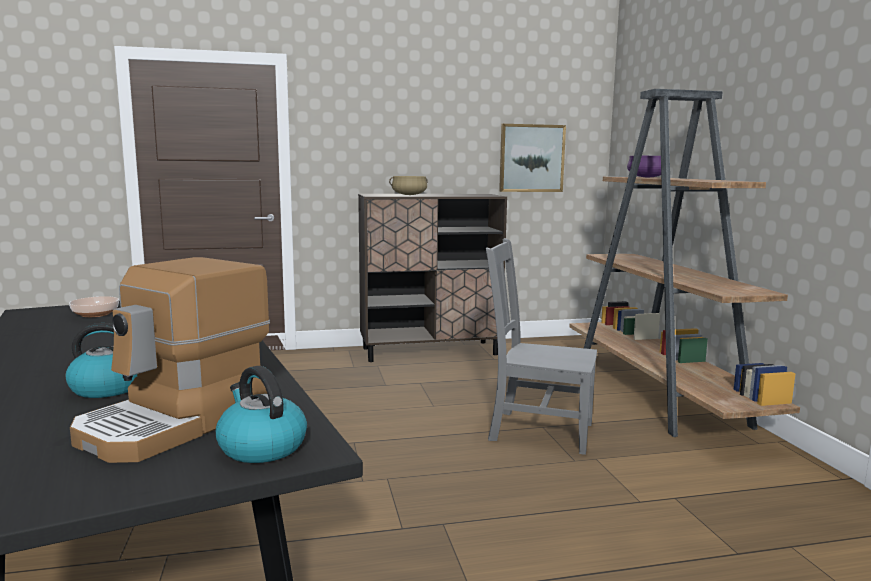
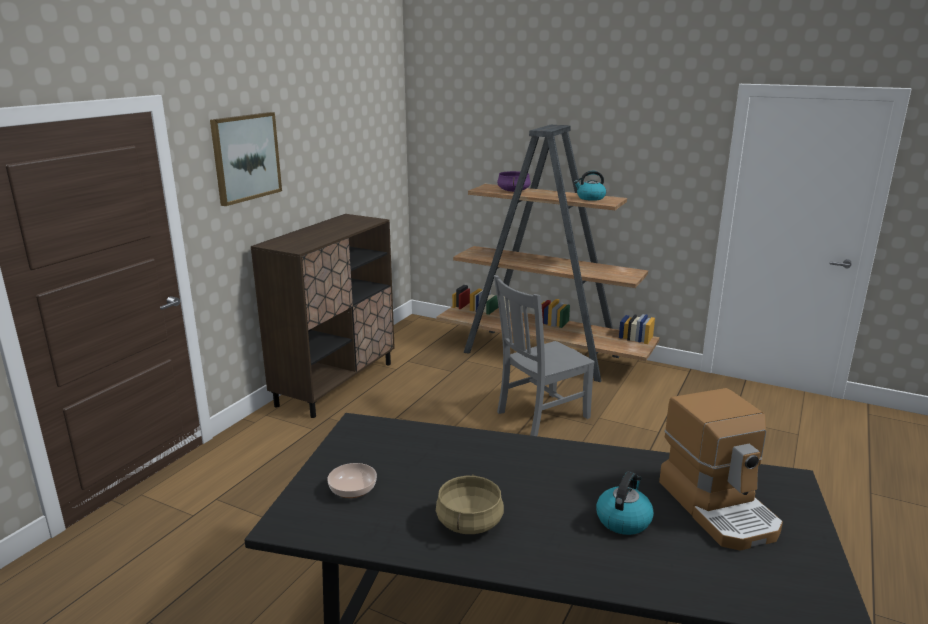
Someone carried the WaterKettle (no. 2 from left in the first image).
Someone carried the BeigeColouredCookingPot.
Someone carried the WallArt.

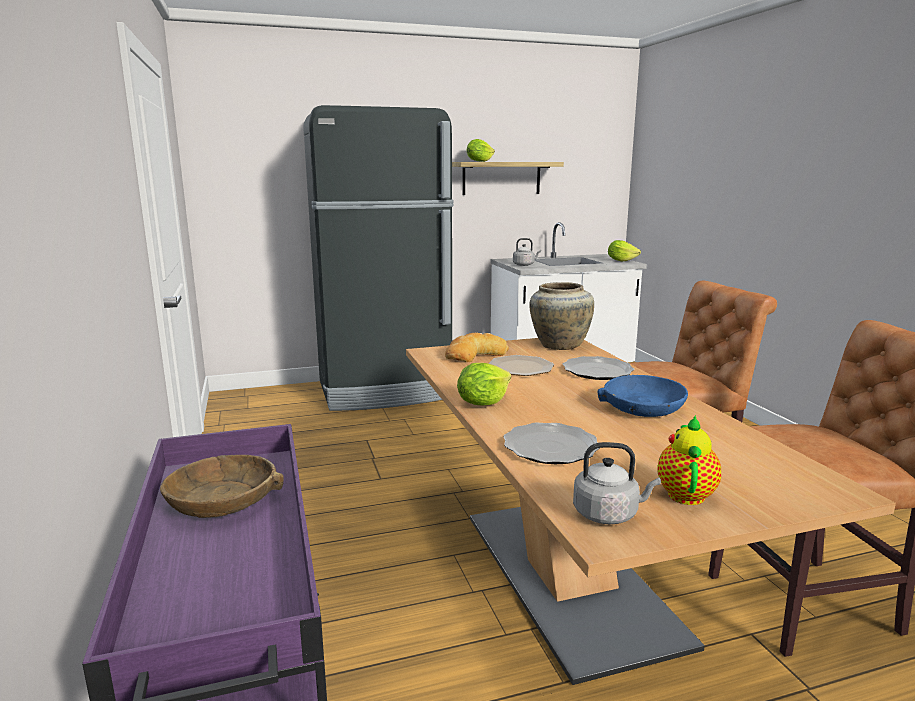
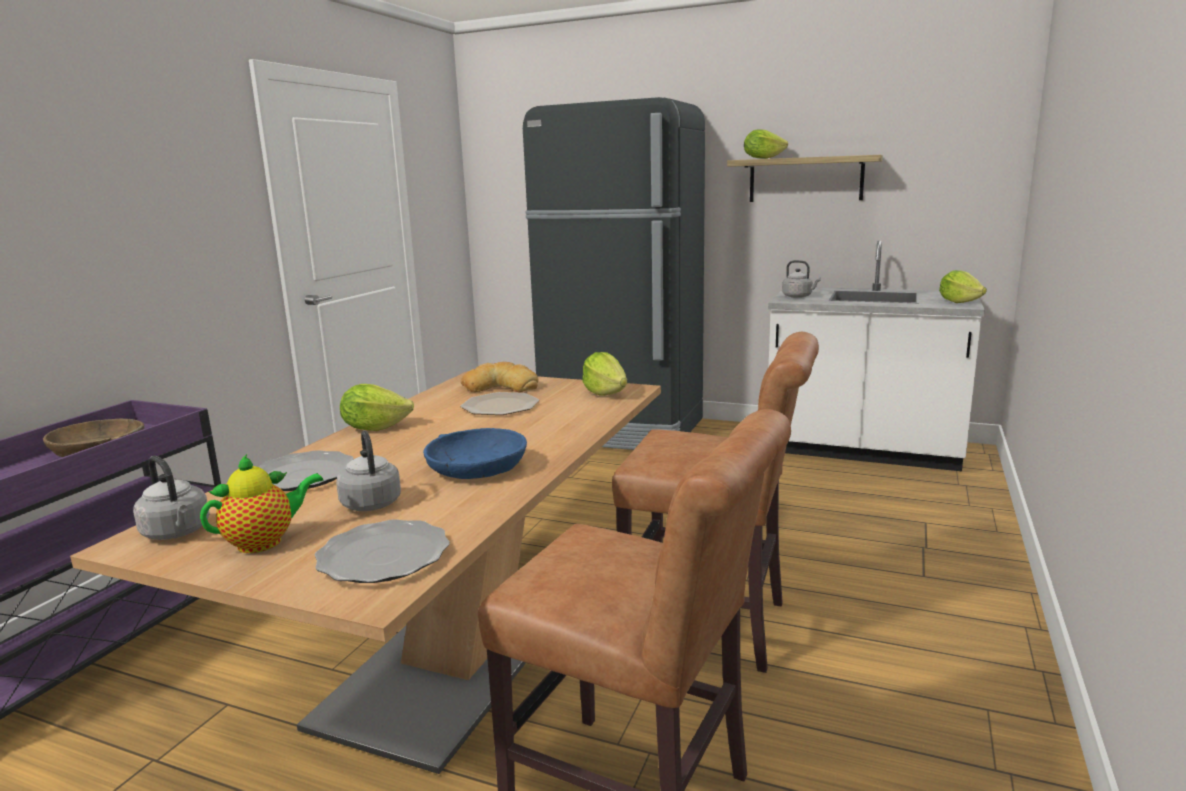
Someone put down the GreyishWaterKettle (no. 2 from left).
Someone carried the FlatDish (no. 3 from left in the first image).
Someone swapped the BeigeColouredDecorativeVase for the LettuceHead (no. 2 from left).

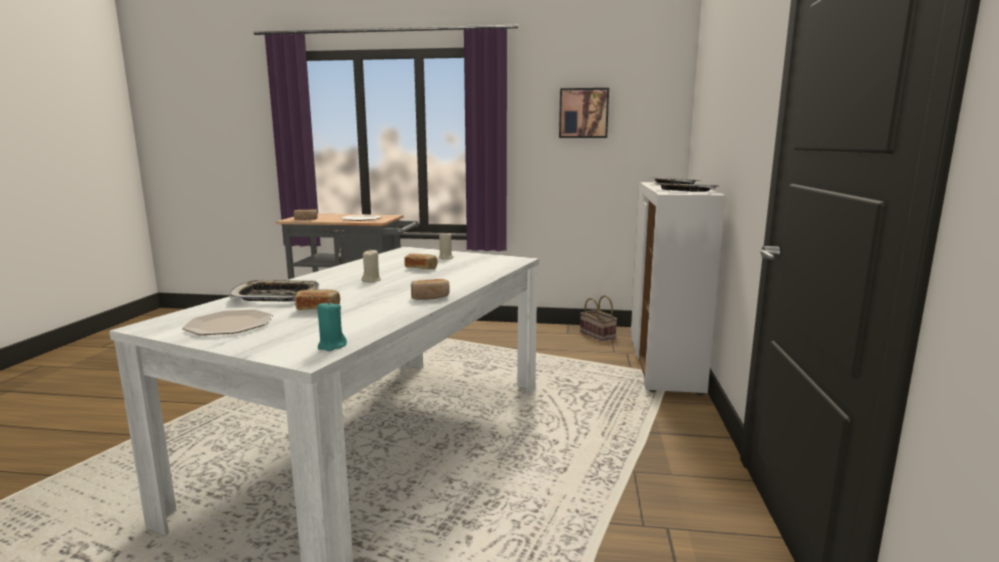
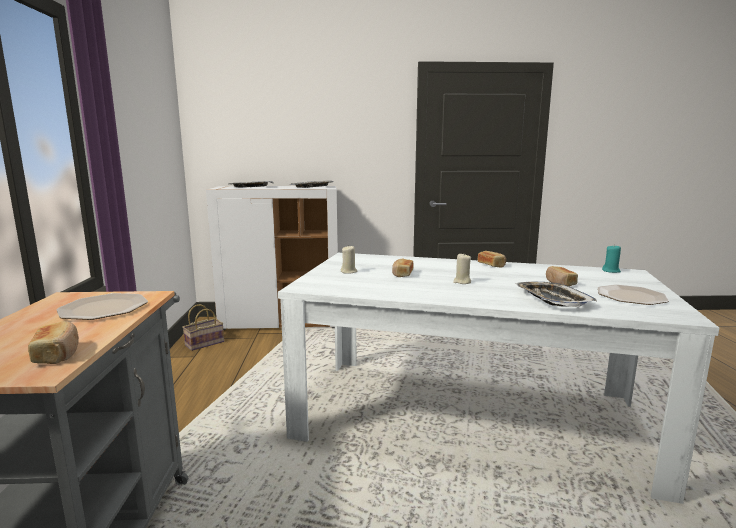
Someone took away the WallArt.

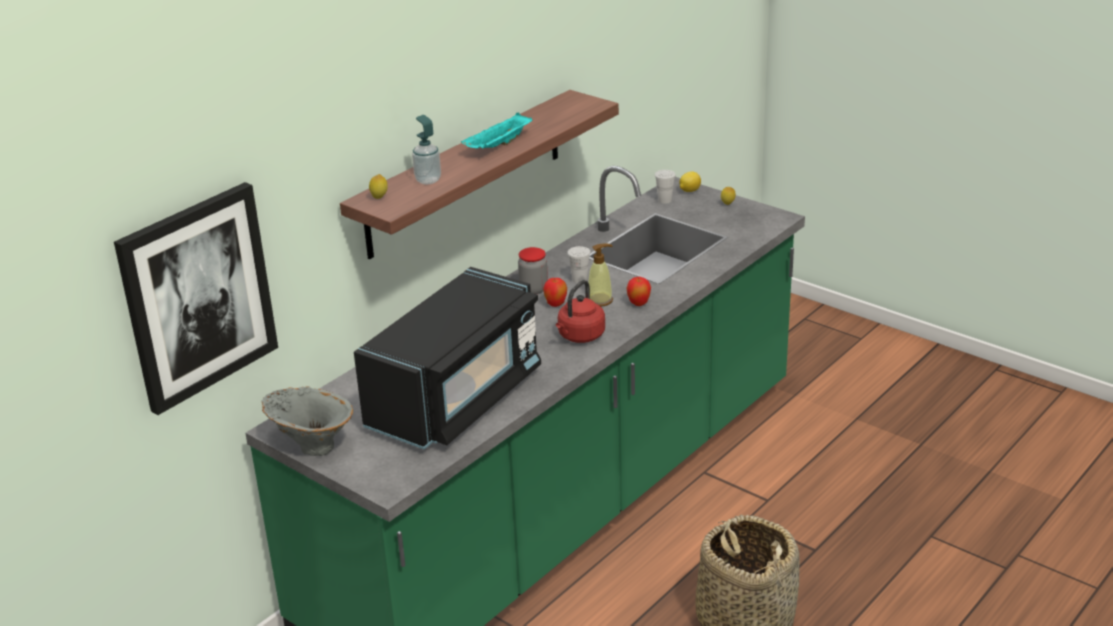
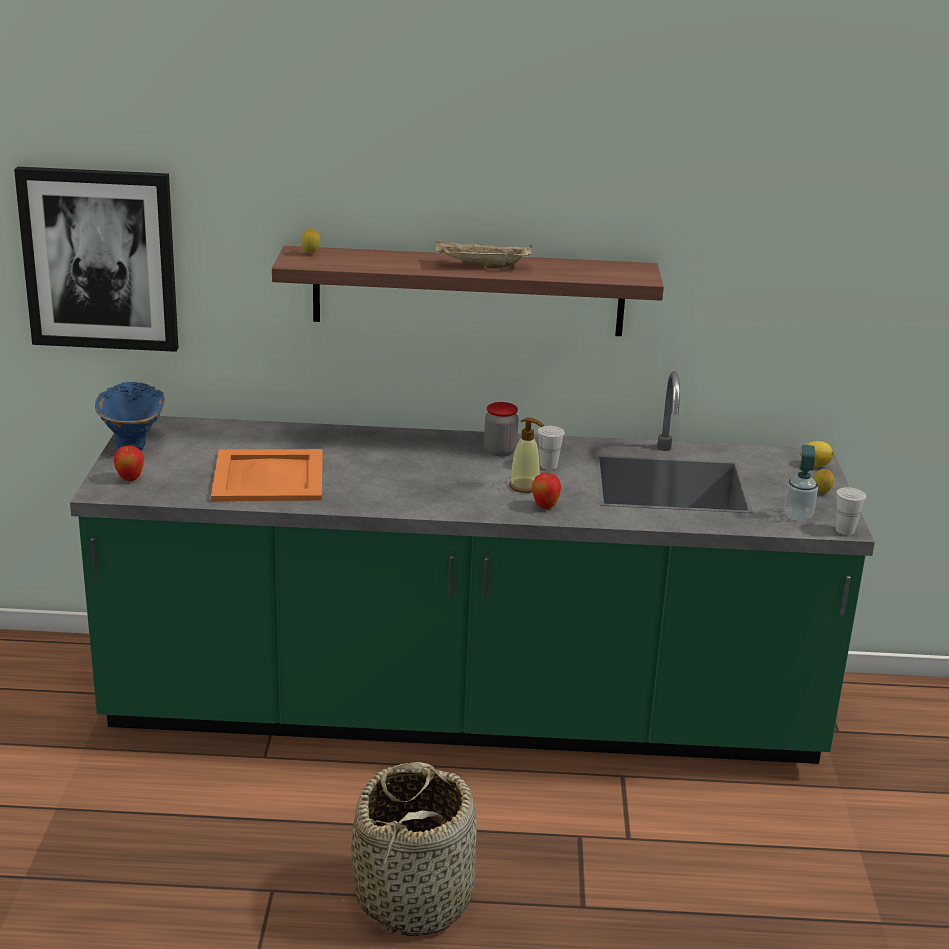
Someone took away the RedWaterKettle.
Someone carried the SoapDispenser (no. 1 from left in the first image).
Someone carried the WholeApple (no. 1 from left).
Someone carried the WhiteDrinkingCup (no. 2 from left).
Someone swapped the BlackKitchenMicrowave for the OrangeColouredServingTray.
Someone repainted the GreyishDecorativeVase, which became the BluishDecorativeVase.
Someone repainted the TurquoiseServingTray, which became the BeigeColouredServingTray.

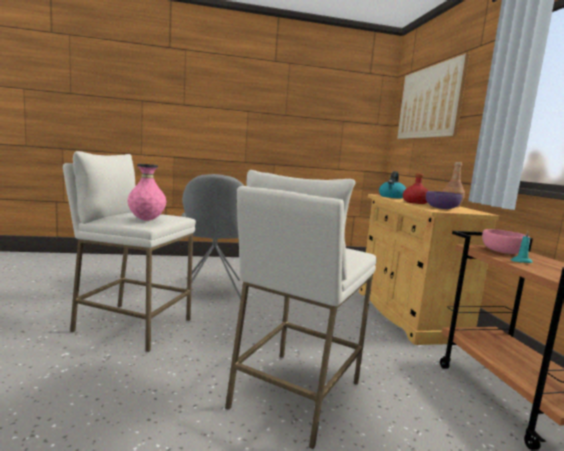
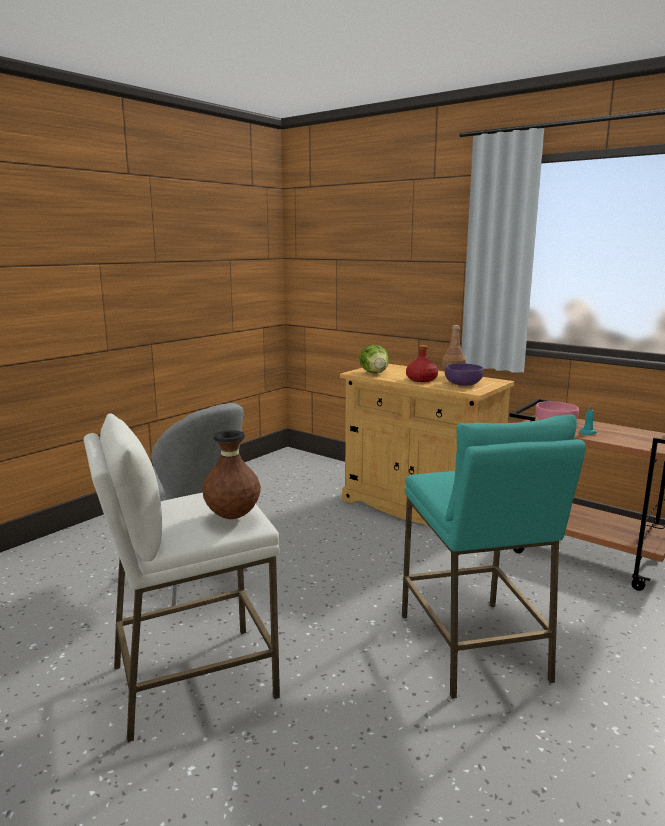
Someone took away the WallArt.
Someone swapped the WaterKettle for the LettuceHead.
Someone repainted the PinkishDecorativeVase, which became the BrownDecorativeVase.
Someone repainted the WhiteStool (no. 2 from left), which became the TurquoiseStool.

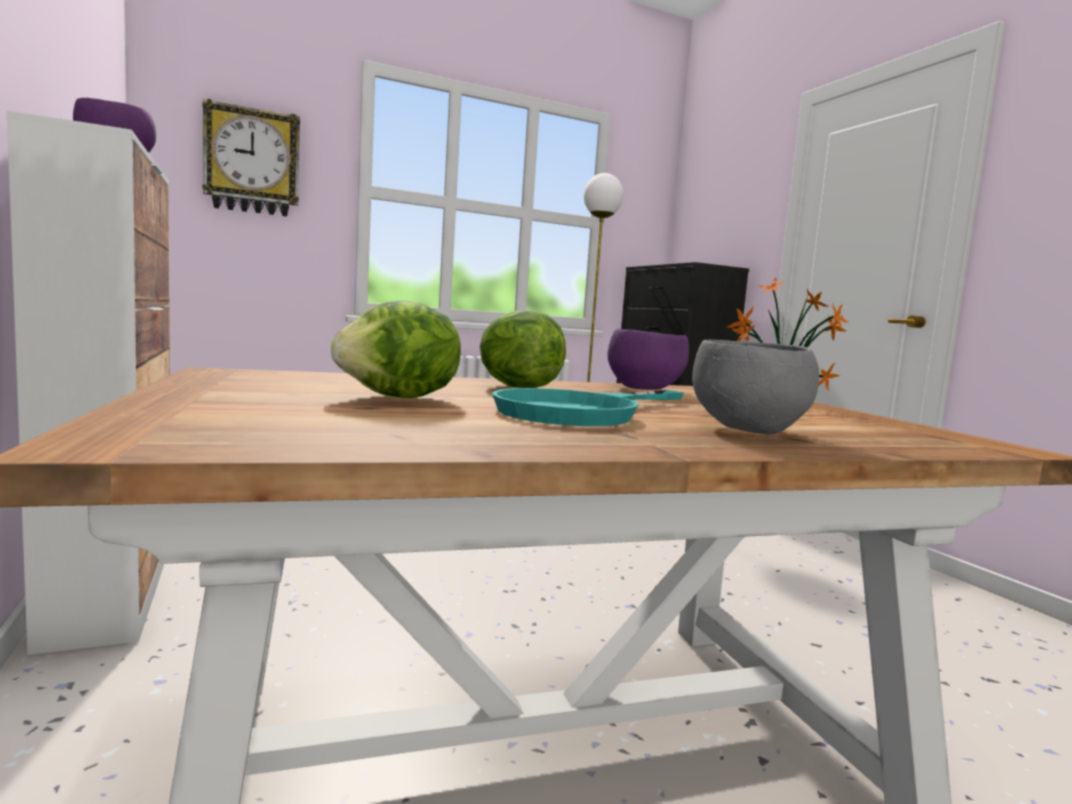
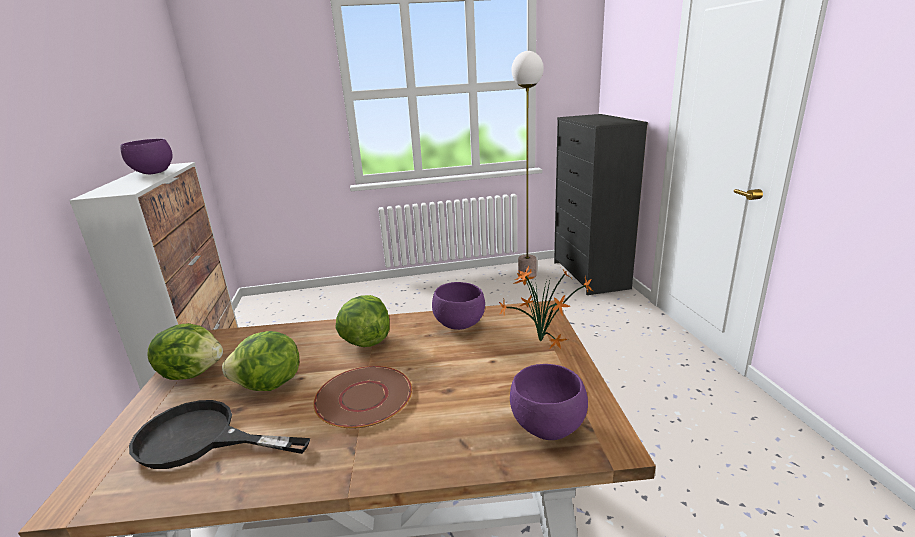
Someone took away the WallClock.
Someone took away the GreyishDeepDish.
Someone put down the BlackSkillet.
Someone put down the LettuceHead (no. 1 from left).
Someone put down the PurpleDeepDish (no. 3 from left).
Someone swapped the TurquoiseSkillet for the BrownFlatDish.

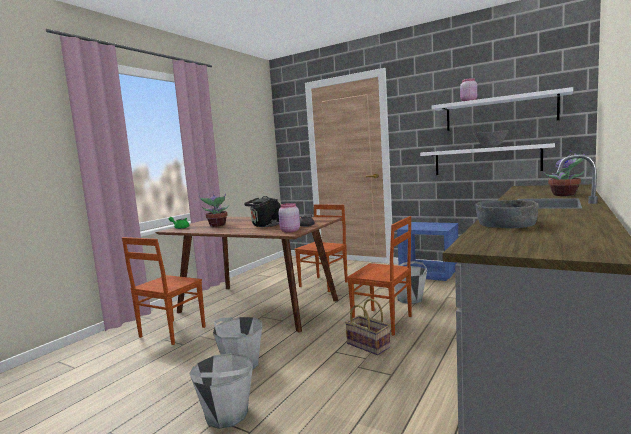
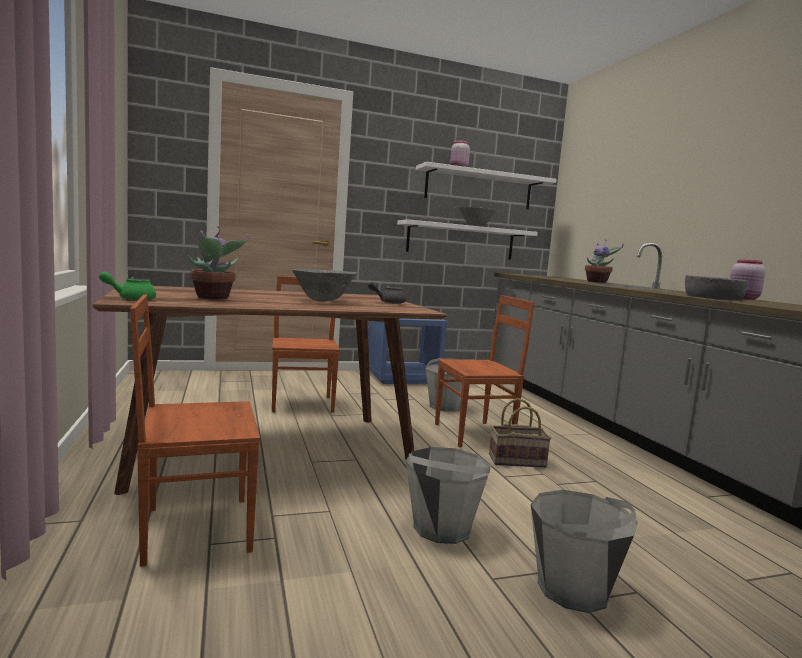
Someone carried the PinkishJar (no. 1 from left in the first image).
Someone swapped the BlackWaterKettle for the GreyishDeepDish (no. 1 from left).
Someone rotated the BrownPlainChair (no. 1 from left) by 90 degrees clockwise.

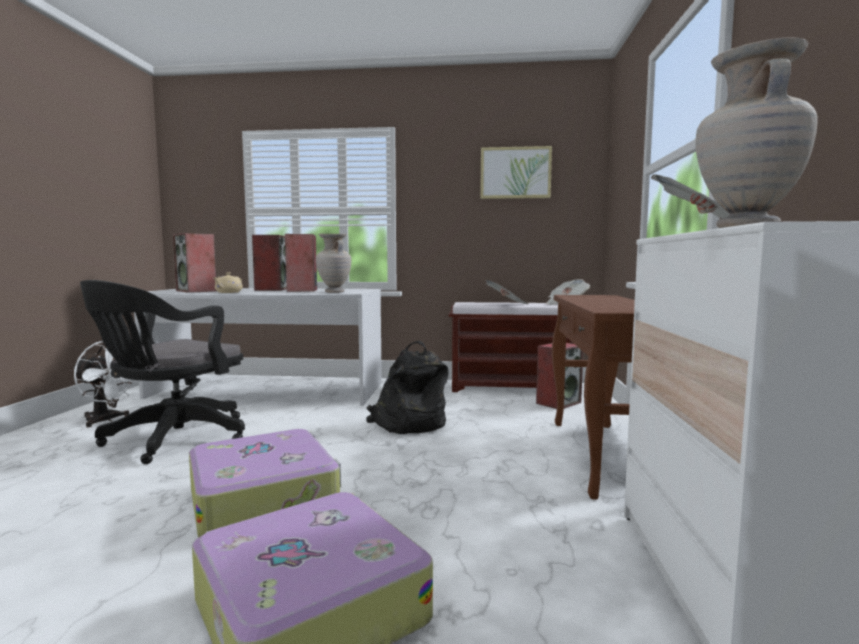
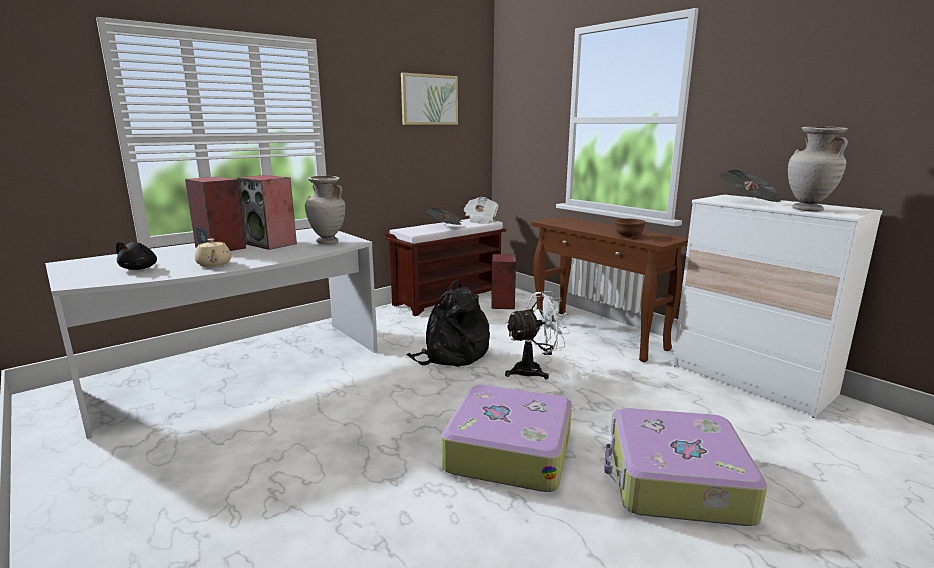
Someone took away the BlackComputerChair.
Someone put down the BrownDeepDish.
Someone carried the WhiteFan.
Someone swapped the AudioSpeaker (no. 1 from left) for the BlackPlushToy.

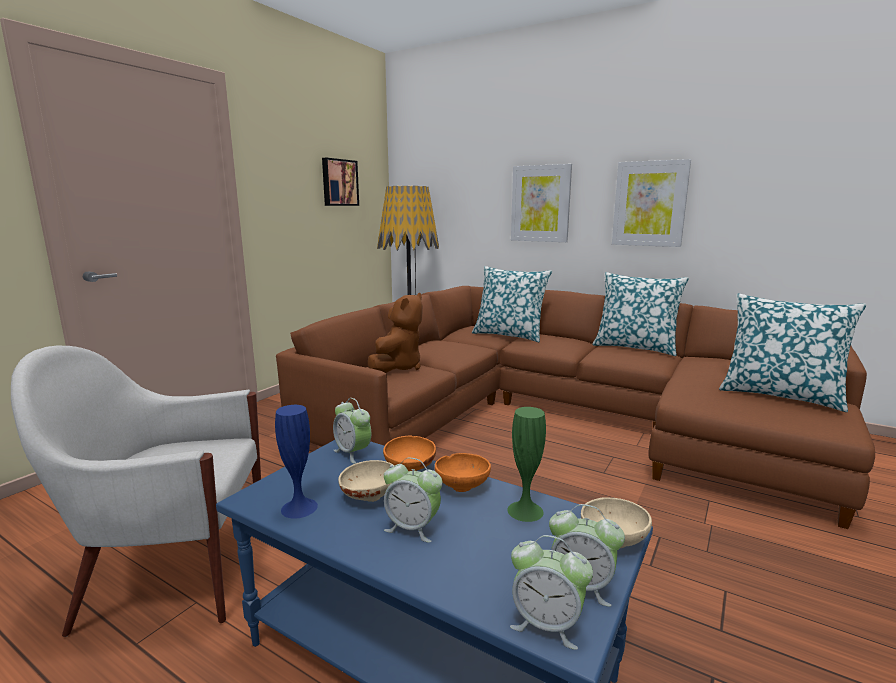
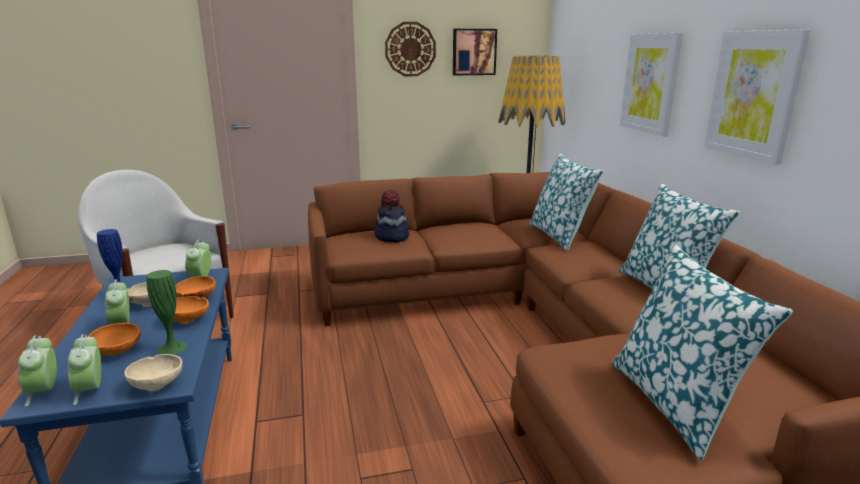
Someone put down the OrangeColouredDeepDish (no. 1 from left).
Someone put up the WallClock.
Someone swapped the BrownPlushToy for the WearableHat.

